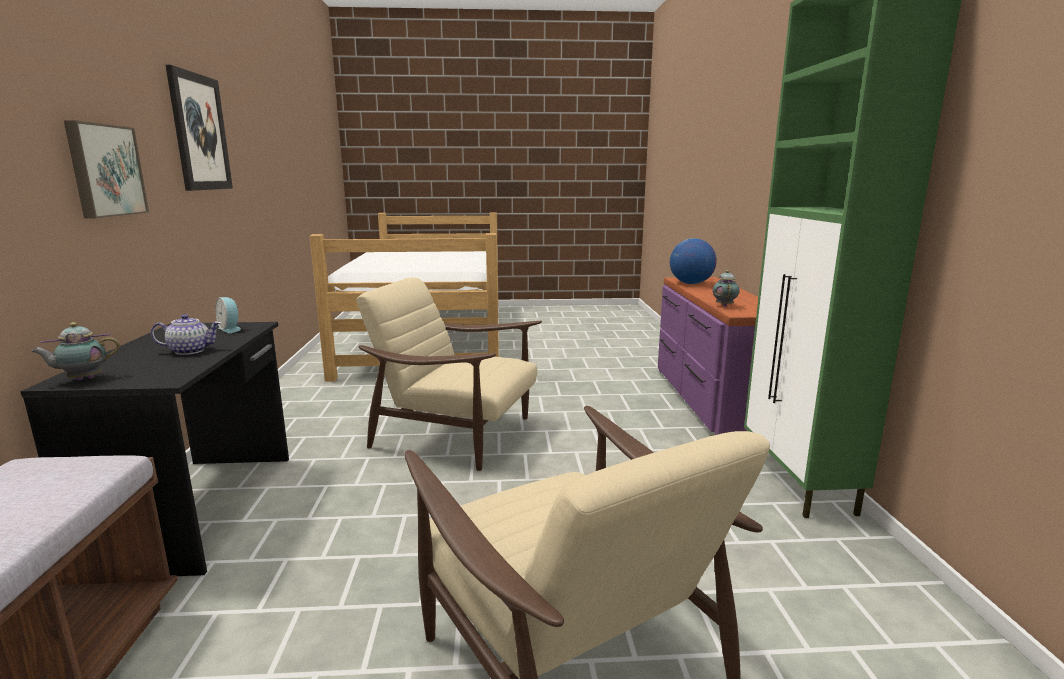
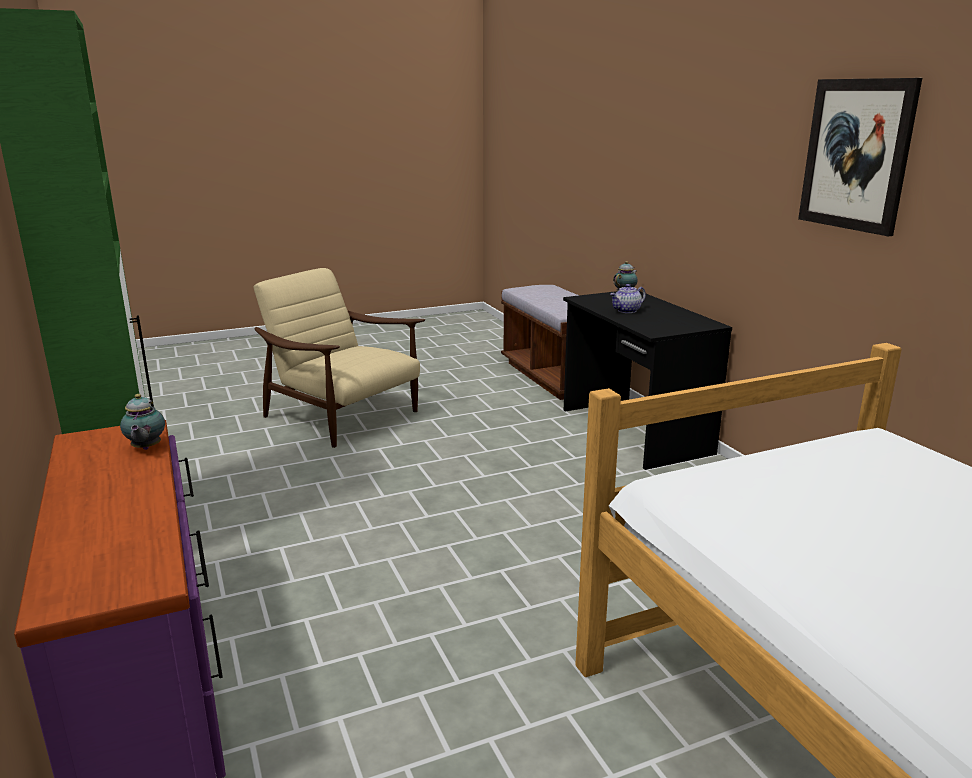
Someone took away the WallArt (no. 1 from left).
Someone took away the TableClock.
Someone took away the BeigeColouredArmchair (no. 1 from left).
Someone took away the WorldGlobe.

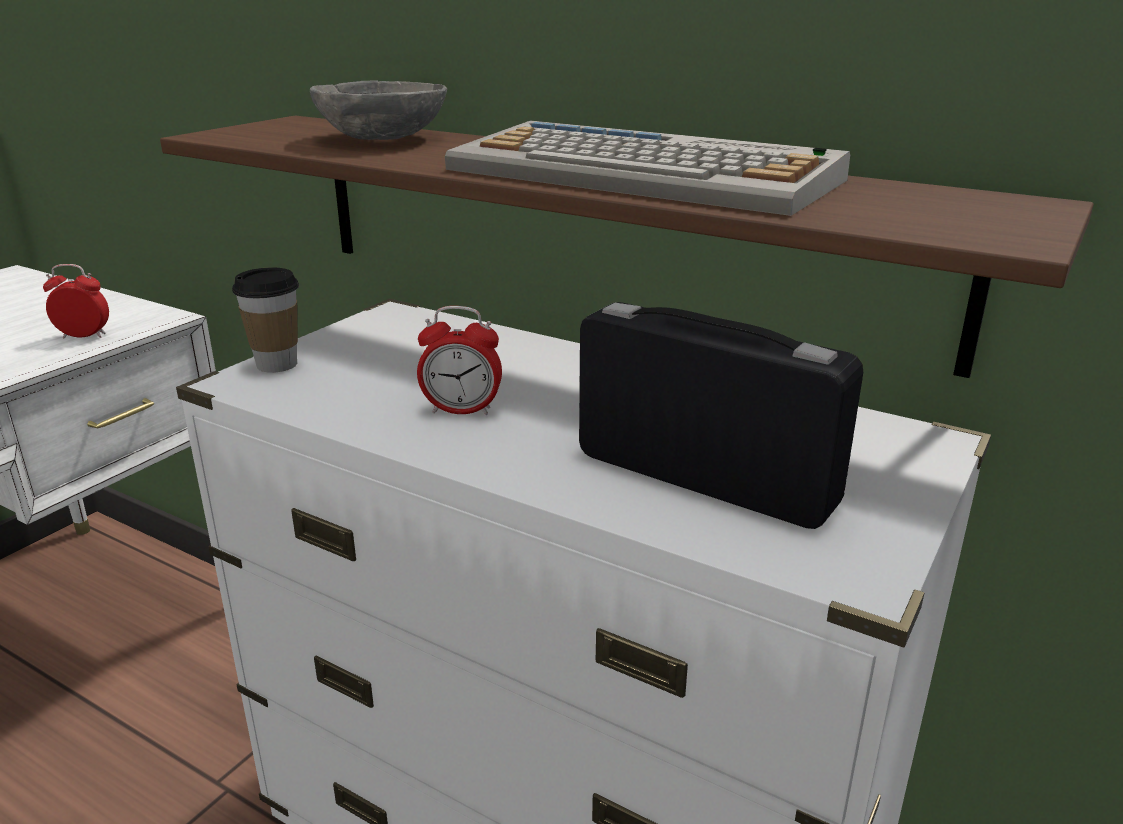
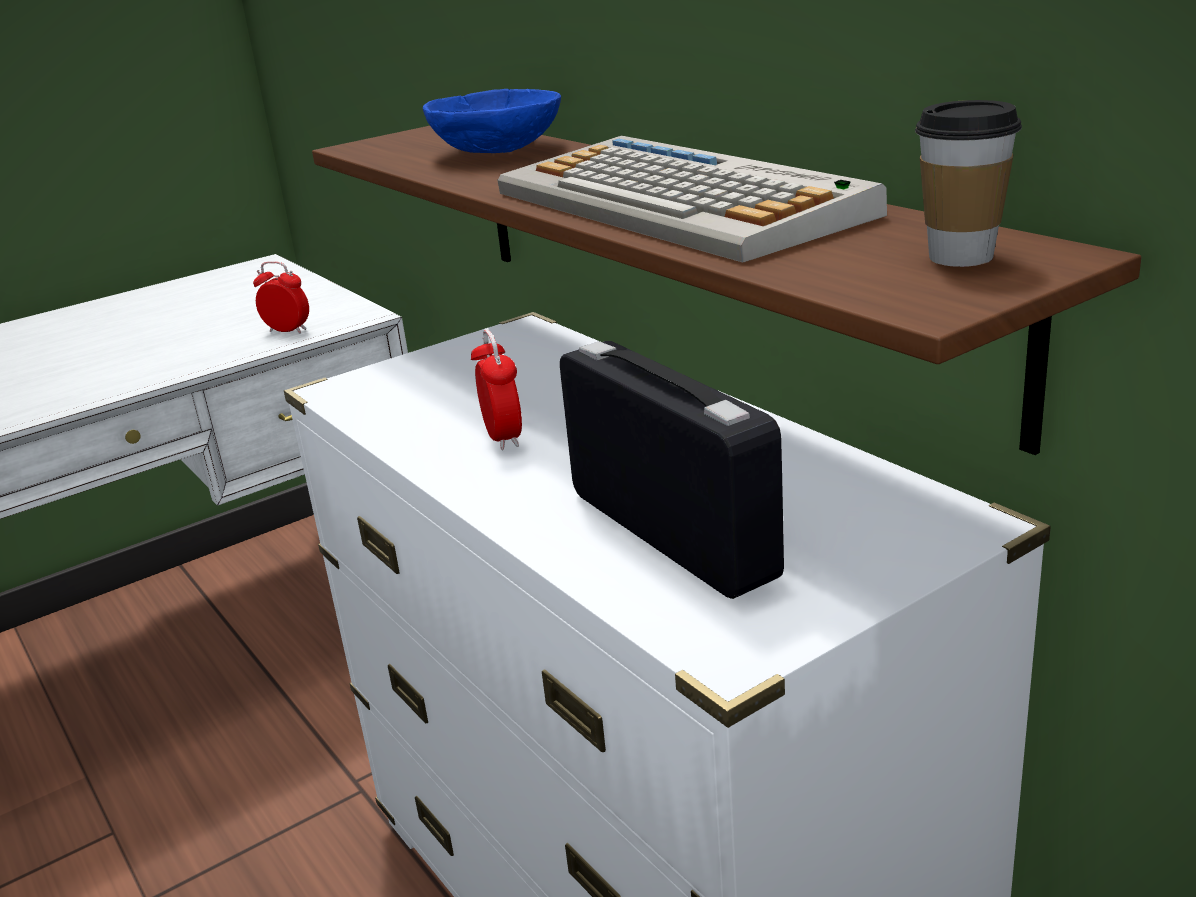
Someone carried the DrinkingCup.
Someone repainted the GreyishDeepDish, which became the BluishDeepDish.
Someone rotated the TableClock (no. 2 from left) by 135 degrees counterclockwise.

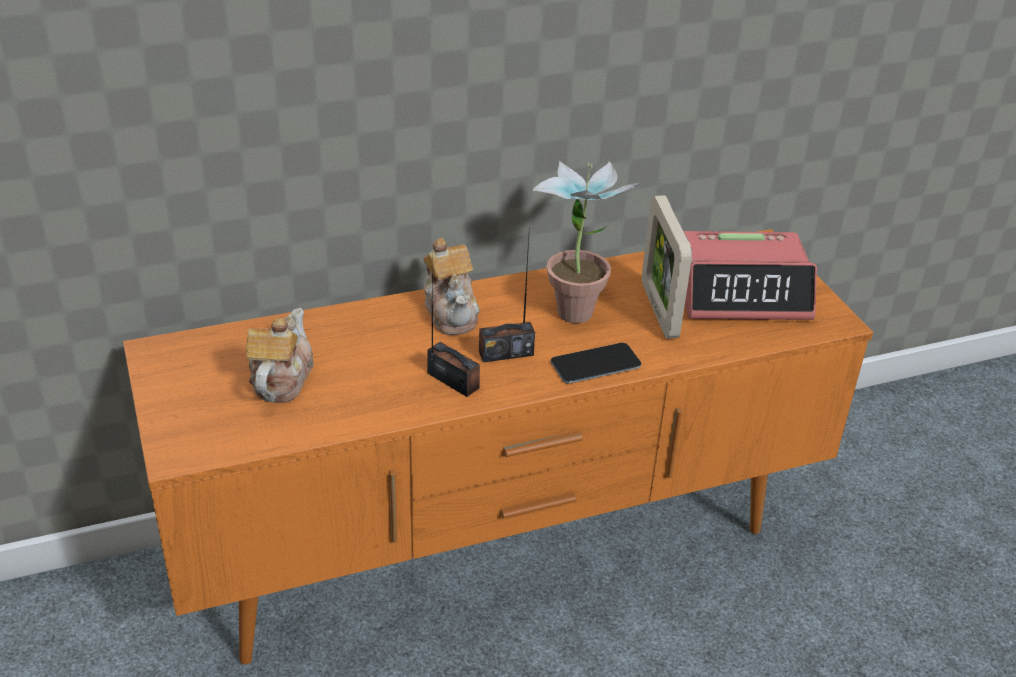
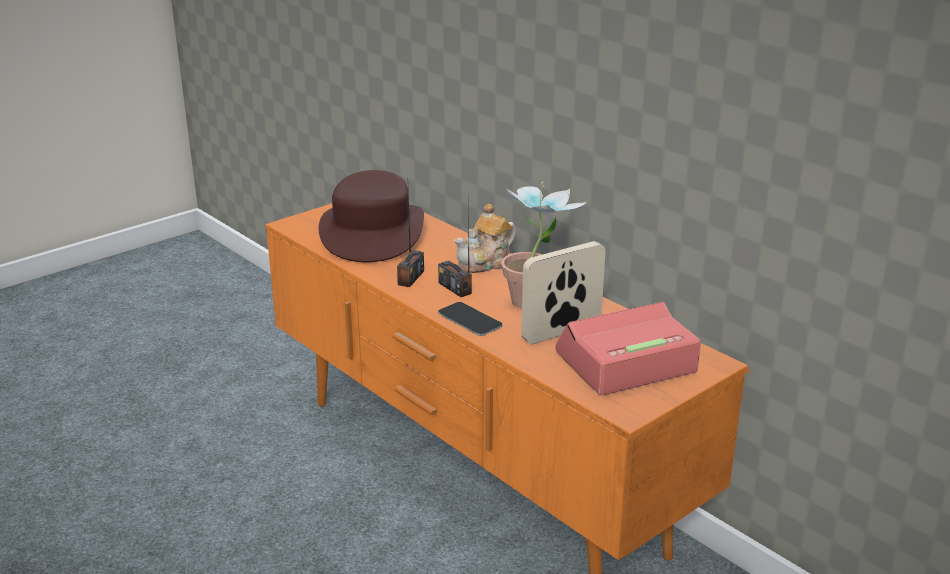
Someone swapped the Teapot (no. 1 from left) for the BrownWearableHat.
Someone rotated the TableClock by 90 degrees clockwise.

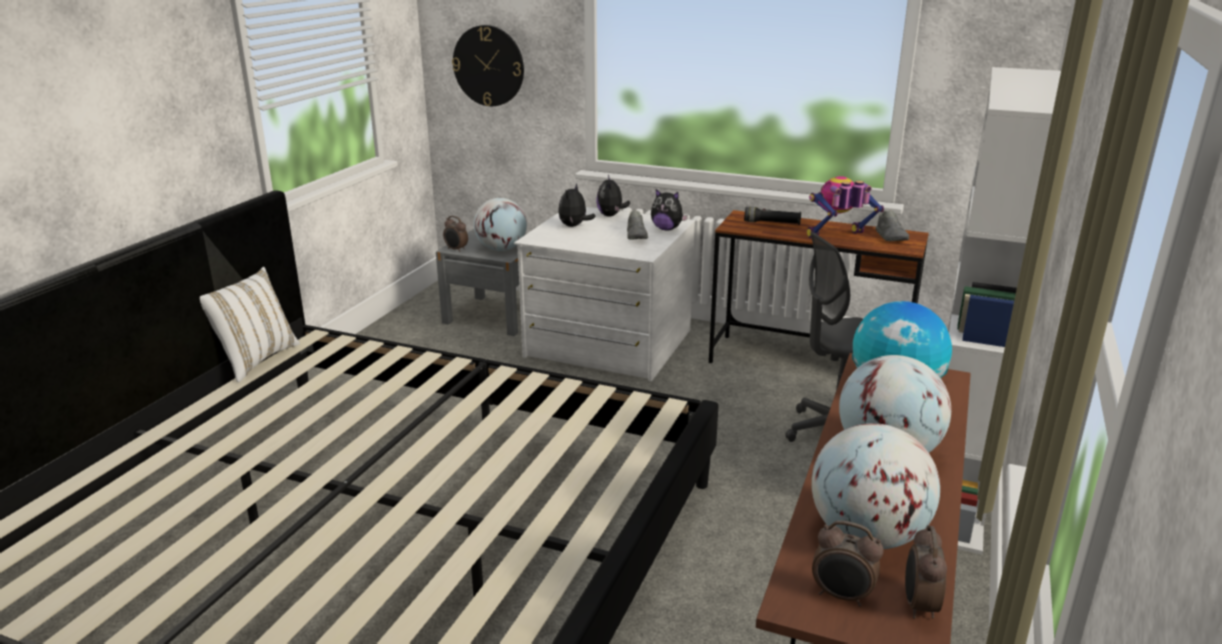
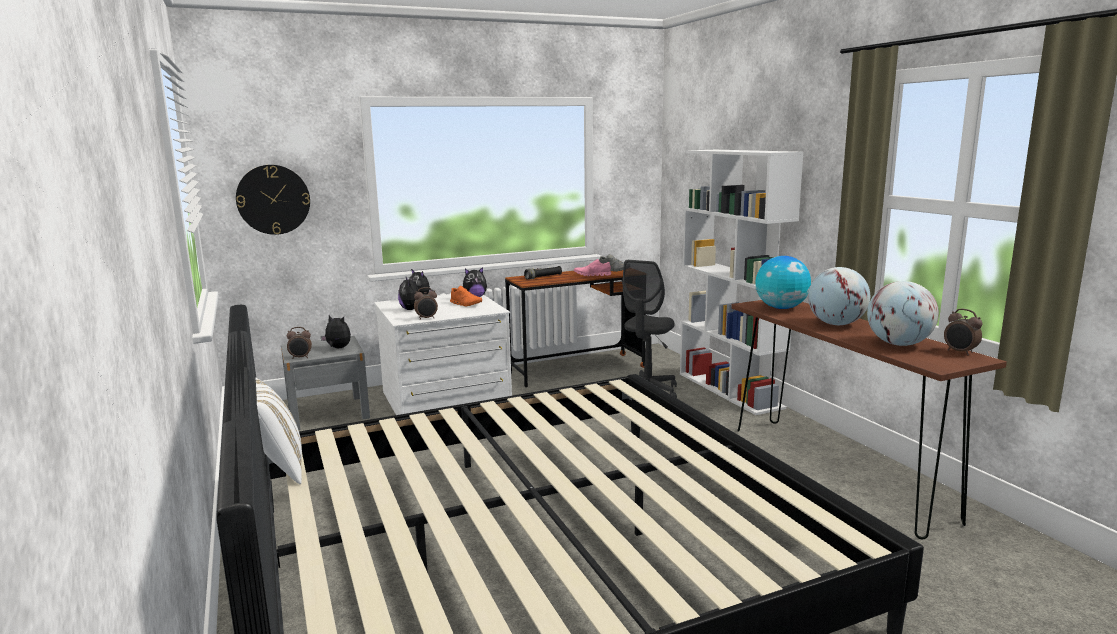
Someone carried the TableClock (no. 2 from left).
Someone swapped the WorldGlobe (no. 1 from left) for the PlushToy (no. 1 from left).
Someone swapped the RobotFigure for the PinkishLowShoe.
Someone repainted the GreyishLowShoe (no. 1 from left), which became the OrangeColouredLowShoe.

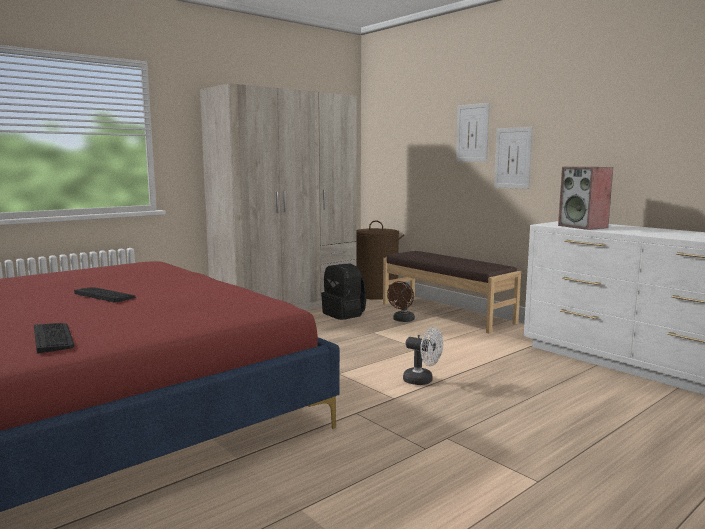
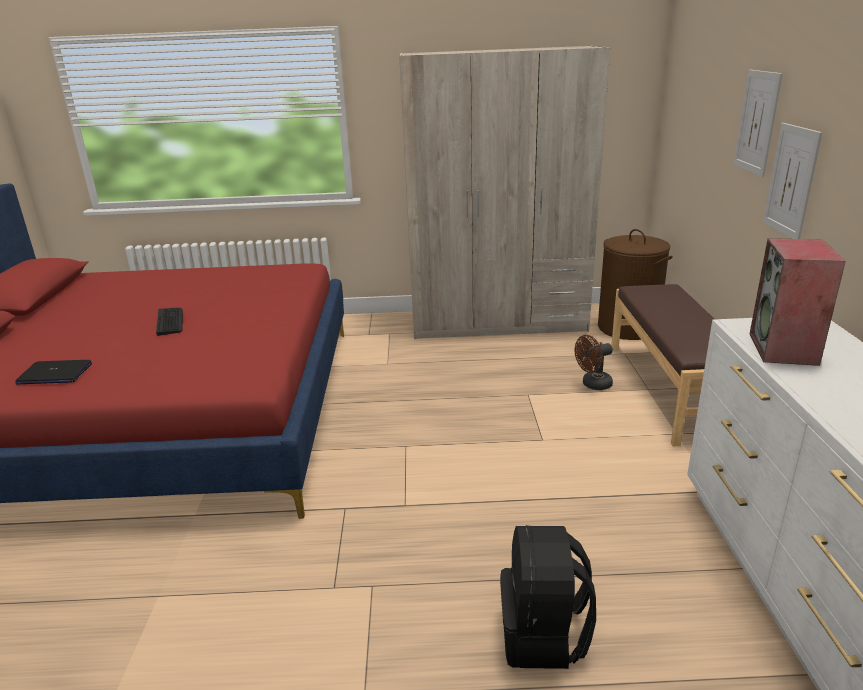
Someone took away the WhiteFan.
Someone carried the BlackRucksack.
Someone swapped the ComputerKeyboard (no. 1 from left) for the Laptop.

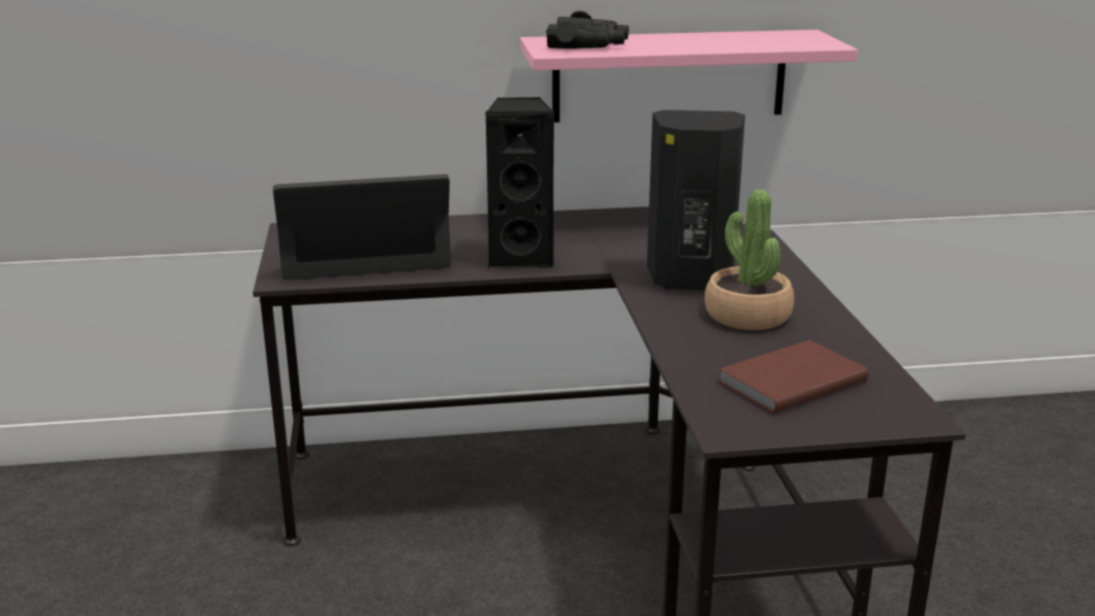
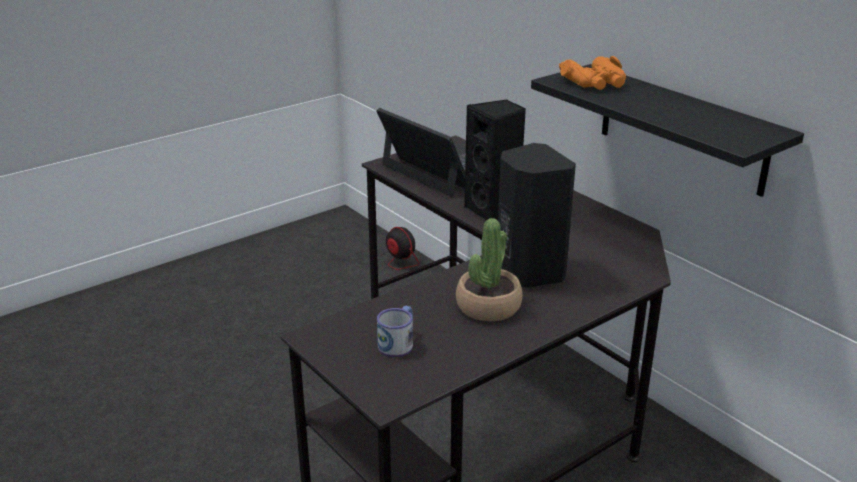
Someone put down the Fan.
Someone swapped the BrownBoundBook for the TeaMug.
Someone repainted the PinkishWallShelf, which became the BlackWallShelf.
Someone repainted the BlackFieldGlasses, which became the OrangeColouredFieldGlasses.

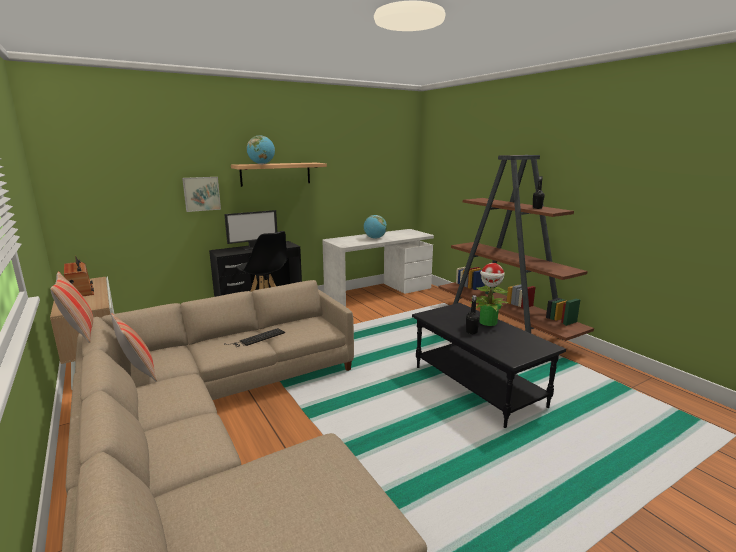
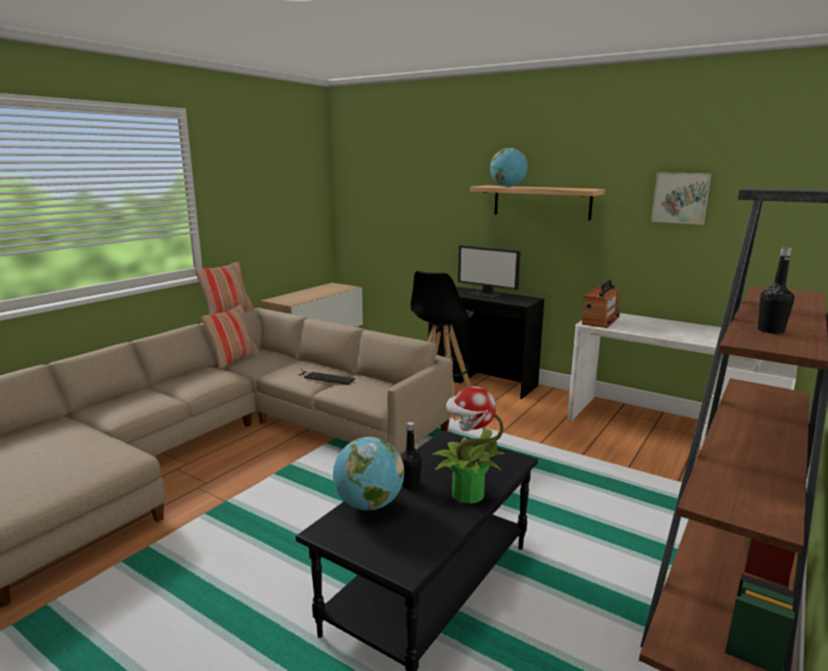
Someone carried the RadioSet.
Someone carried the WallArt.
Someone carried the WorldGlobe (no. 2 from left in the first image).

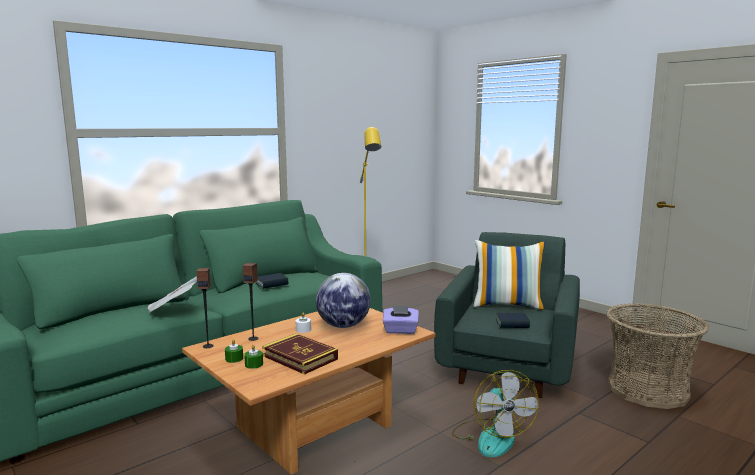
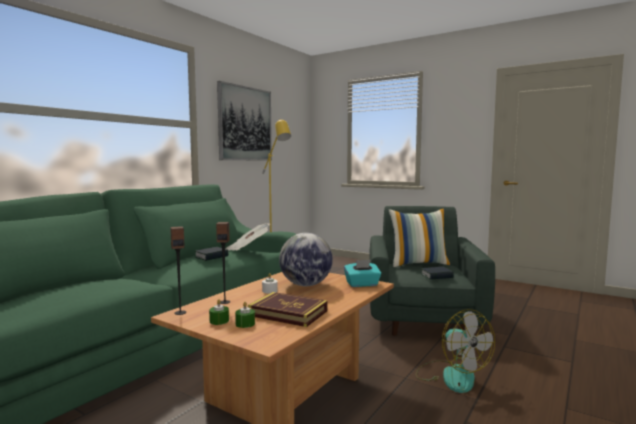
Someone took away the StorageBasket.
Someone put up the WallArt.
Someone carried the PrintedPaper.
Someone repainted the PurpleTissueBox, which became the TurquoiseTissueBox.

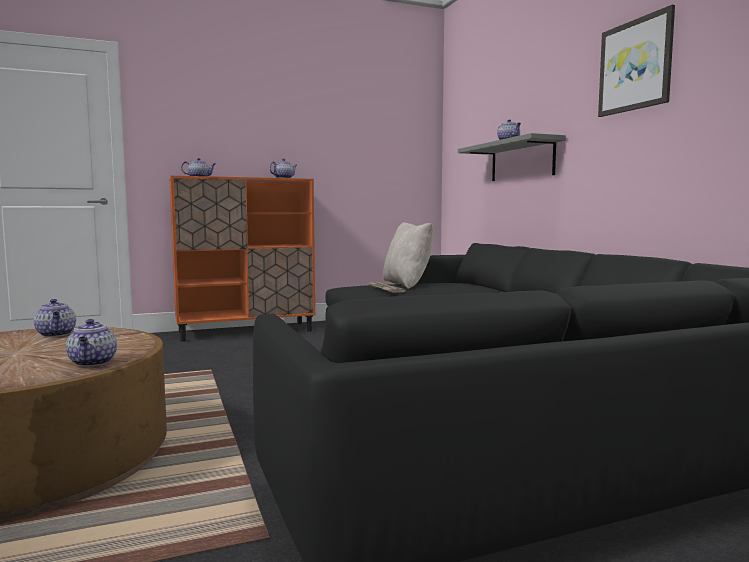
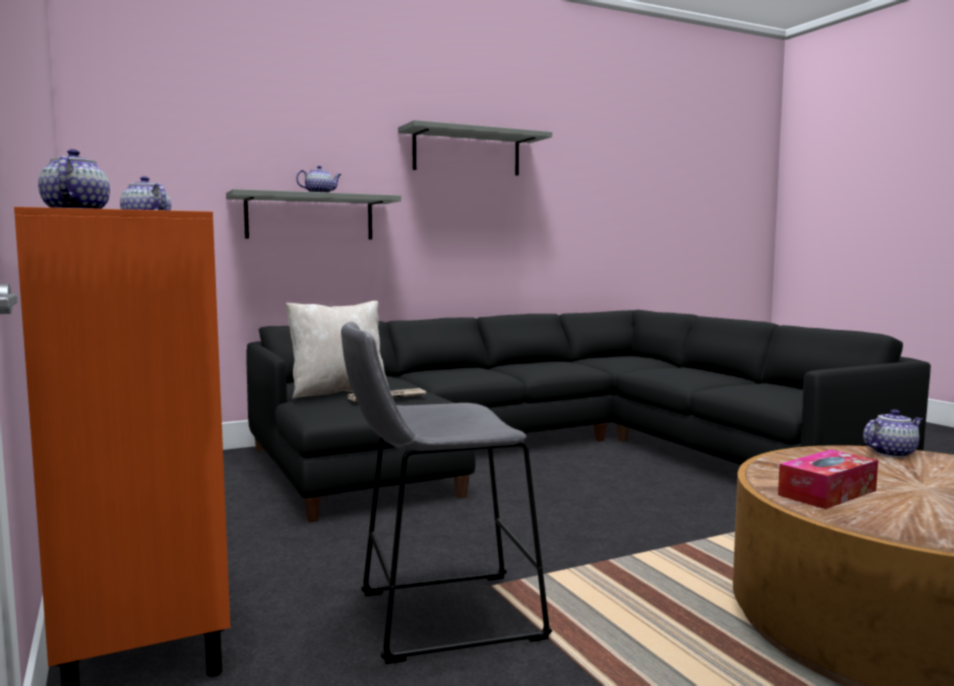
Someone put down the GreyishStool.
Someone swapped the Teapot (no. 1 from left) for the TissueBox.
Someone swapped the WallArt for the GreyishWallShelf (no. 2 from left).

